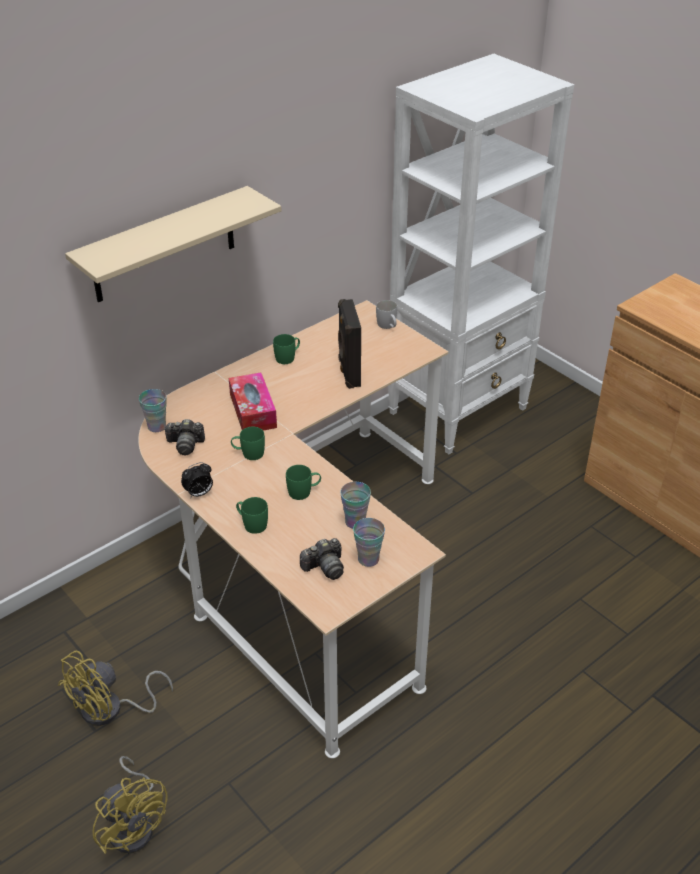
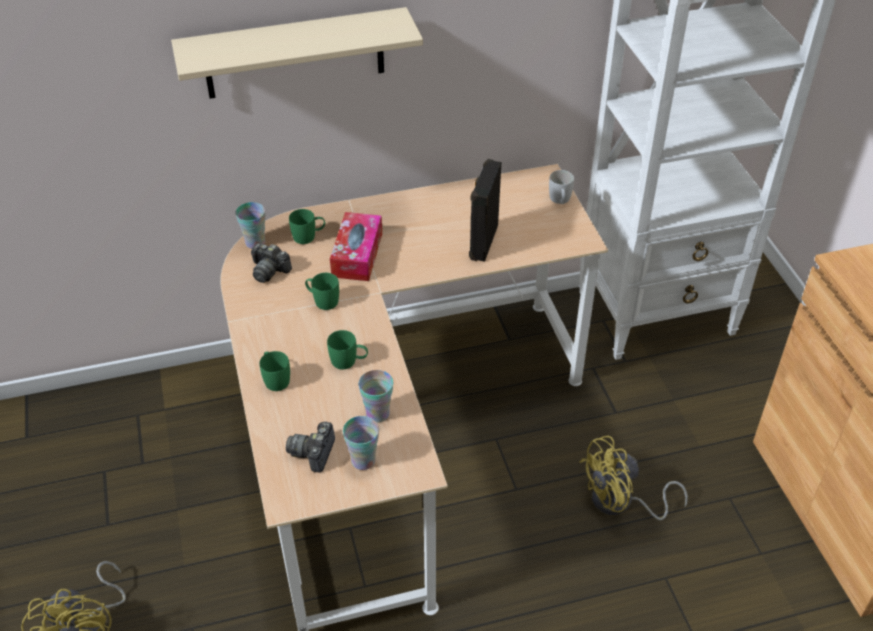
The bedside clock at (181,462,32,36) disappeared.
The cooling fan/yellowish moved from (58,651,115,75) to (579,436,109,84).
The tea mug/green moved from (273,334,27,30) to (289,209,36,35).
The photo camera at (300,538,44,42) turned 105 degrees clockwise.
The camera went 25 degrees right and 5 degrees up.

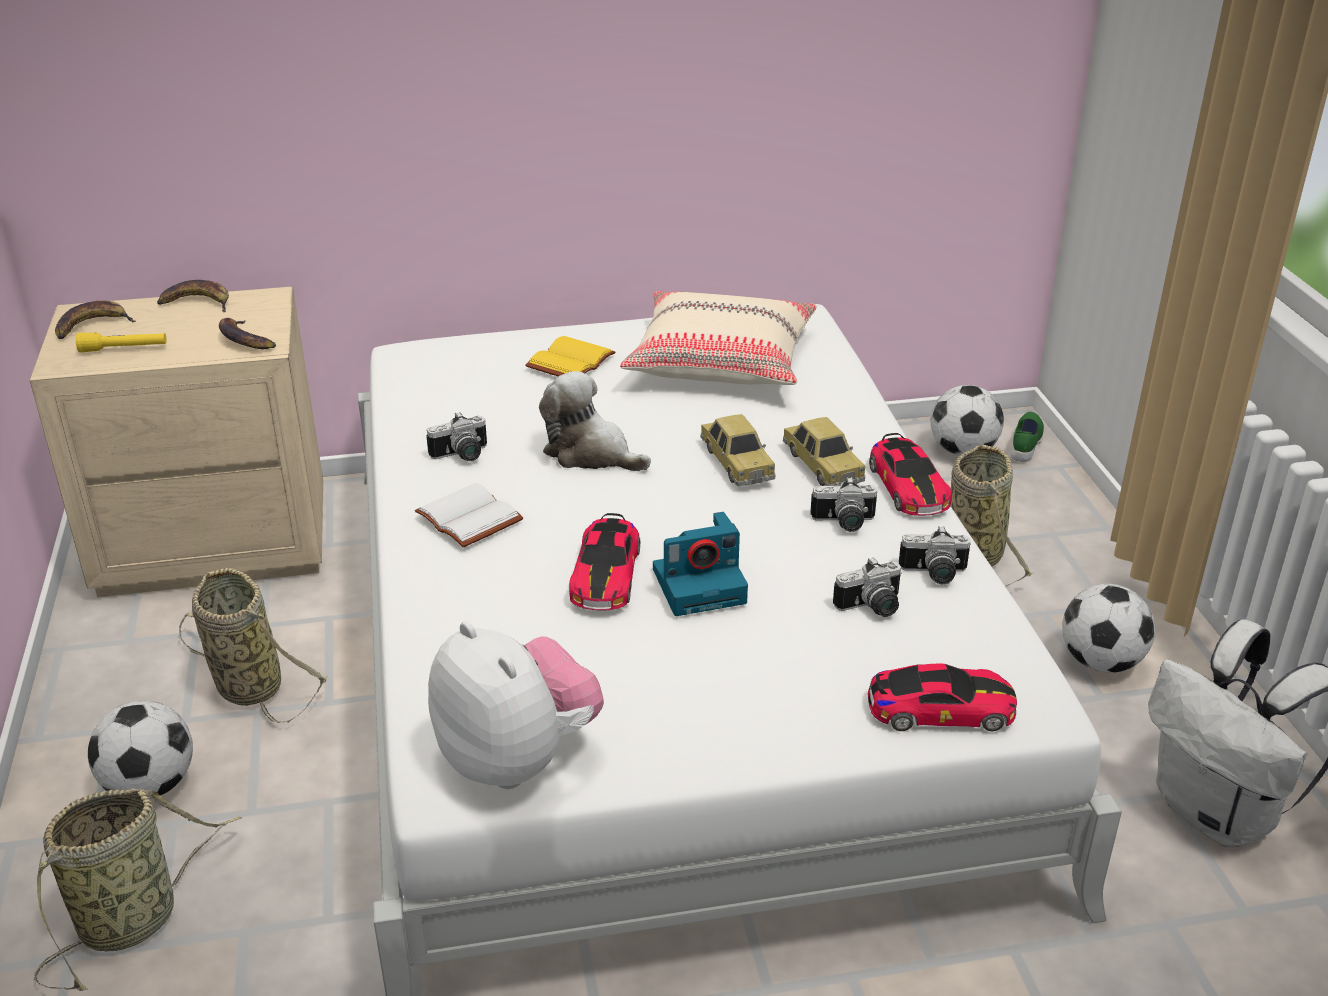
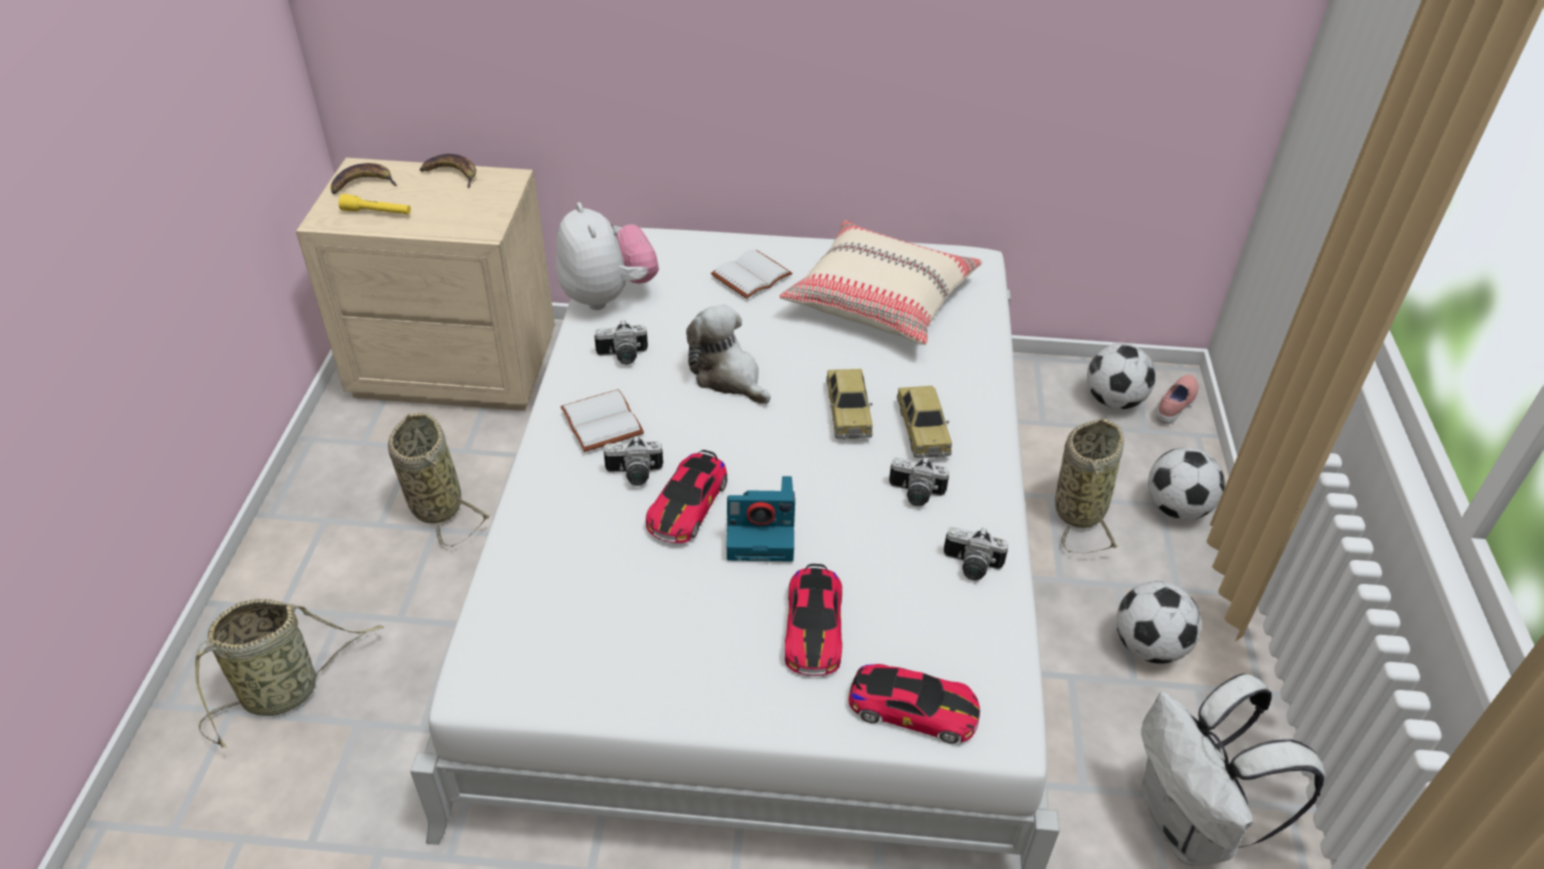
The banana fruit at (219,318,57,31) disappeared.
The football moved from (88,701,105,98) to (1148,447,77,73).
The soft toy moved from (428,621,176,168) to (556,202,103,108).
The photo camera moved from (833,557,69,60) to (604,436,59,50).
The model car moved from (869,433,83,83) to (785,564,57,112).
The bound book/yellowish at (525,336,90,41) became the bound book/white at (711,249,82,50).
The low shoe/green at (1011,412,33,50) became the low shoe/pink at (1156,374,42,50).
The camera went 15 degrees right and 10 degrees up.

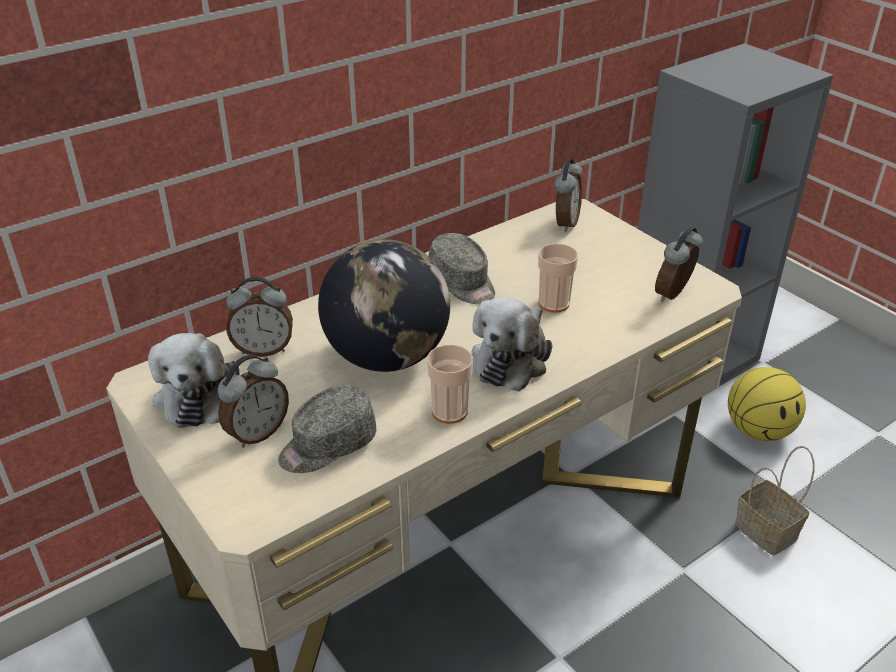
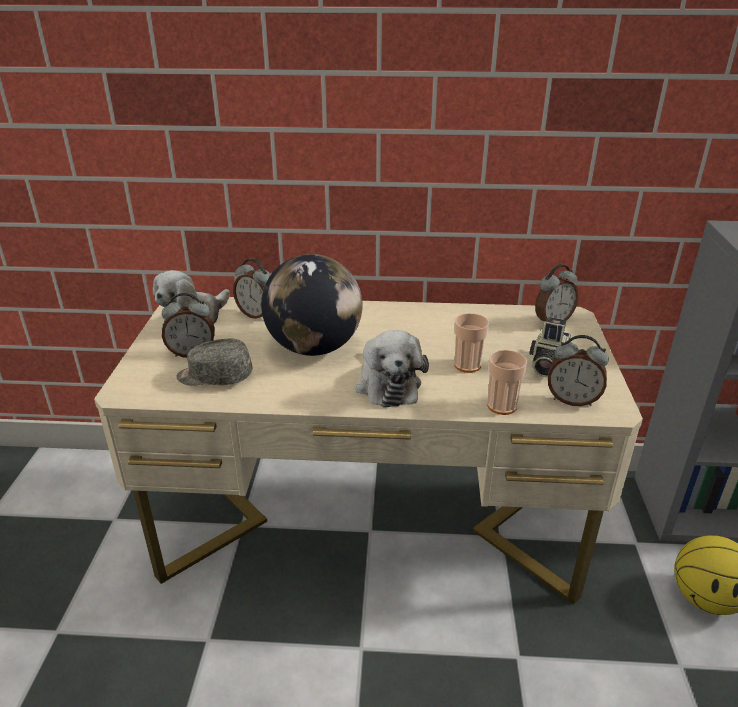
The cap/grey at (428,233,67,71) disappeared.
The household basket at (735,446,80,110) disappeared.
The photo camera at (529,317,42,60) appeared.
The cup moved from (427,345,46,79) to (487,350,40,65).
The soft toy at (471,297,81,95) turned 75 degrees counterclockwise.
The bedside clock at (655,226,48,76) turned 150 degrees counterclockwise.
The camera went 40 degrees right and 5 degrees down.

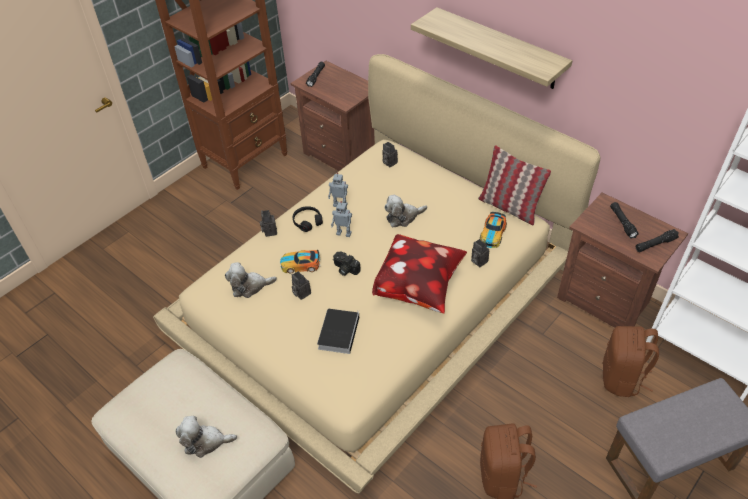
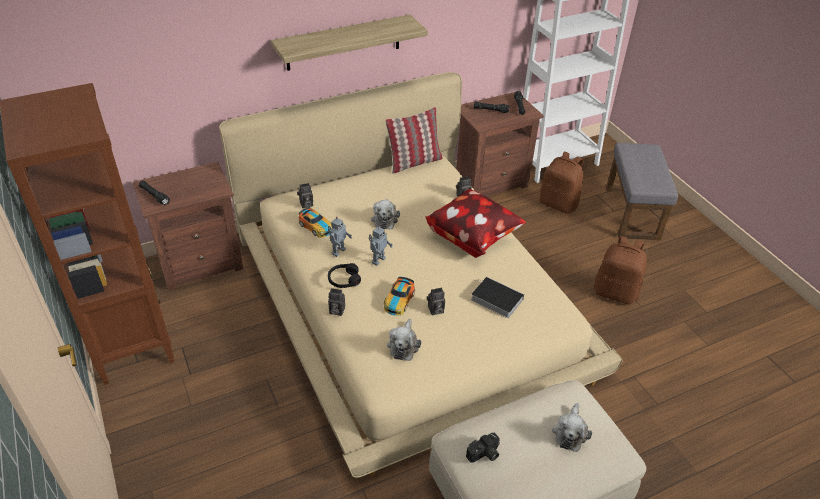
The photo camera moved from (333,251,28,25) to (466,433,34,30).
The model car moved from (480,212,27,36) to (299,207,33,31).
The camera went 70 degrees left and 5 degrees down.

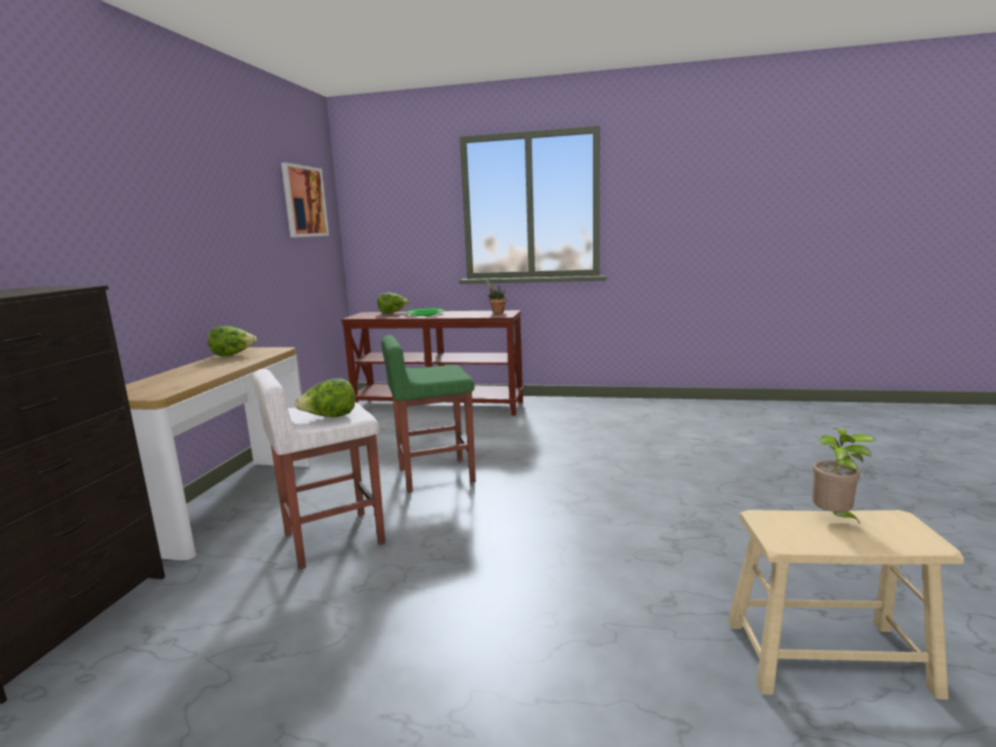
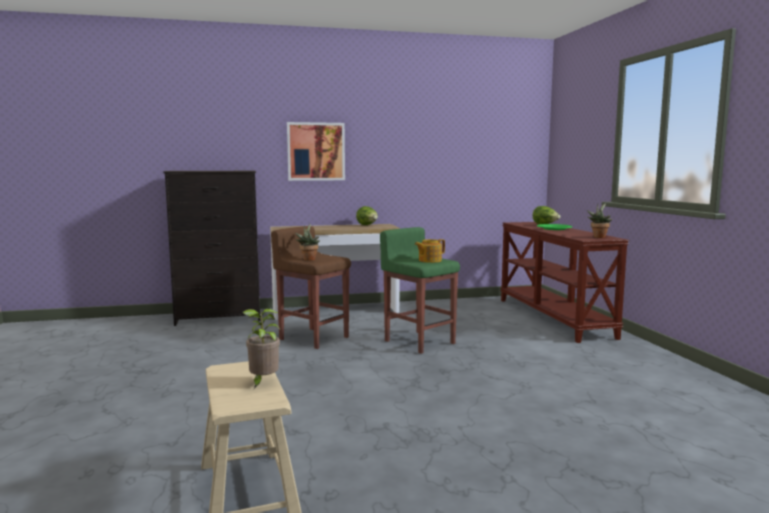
The pot for tea at (415,239,30,24) appeared.
The picture moved from (281,162,48,75) to (287,122,58,59).
The lettuce at (295,378,60,39) was replaced by the houseplant at (295,224,25,37).
The sitting stool/white at (252,369,133,201) became the sitting stool/brownish at (271,226,80,123).
The camera went 65 degrees right and 5 degrees down.

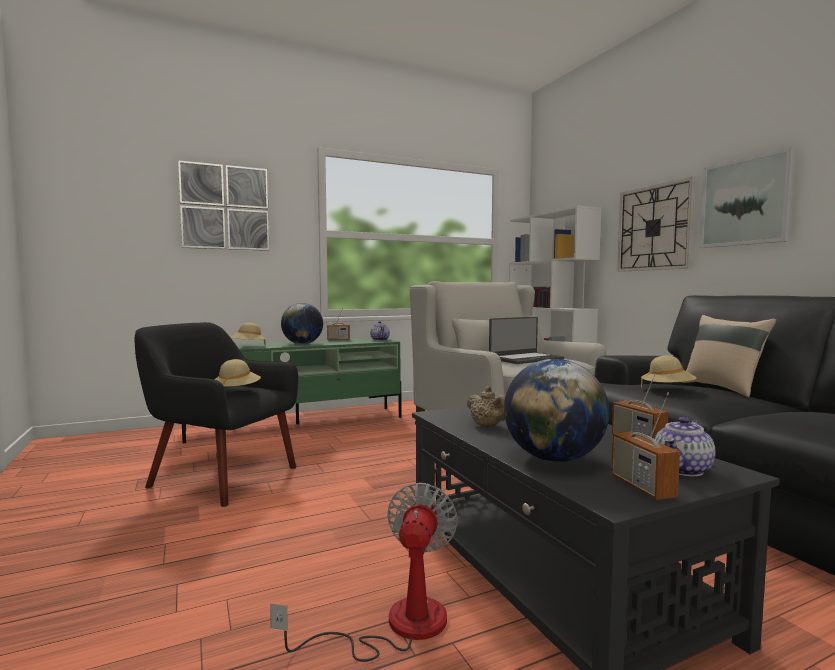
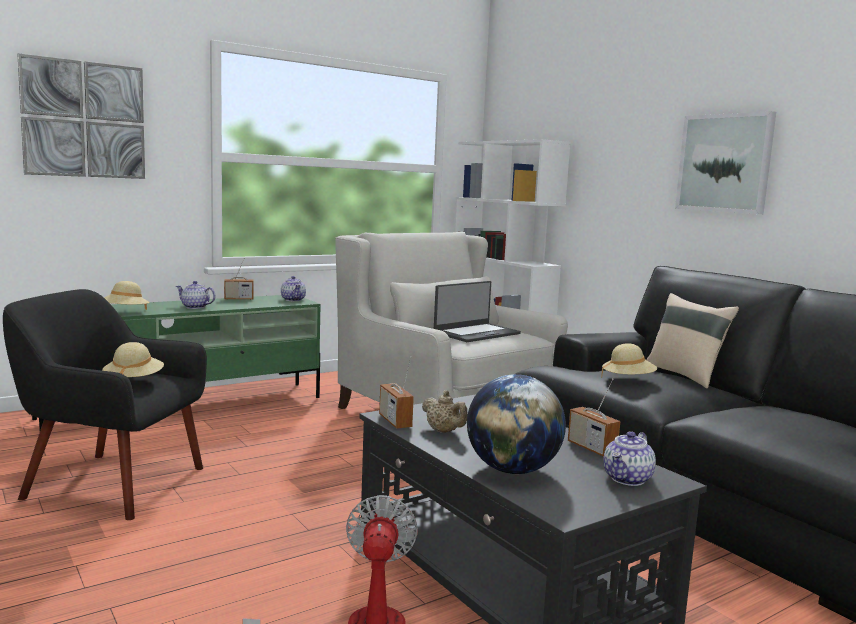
The wall clock at (617,177,78,95) disappeared.
The radio set moved from (611,392,69,108) to (379,356,35,72).
The world globe at (281,303,42,41) was replaced by the pot for tea at (176,281,40,28).
The camera went 10 degrees left and 5 degrees up.

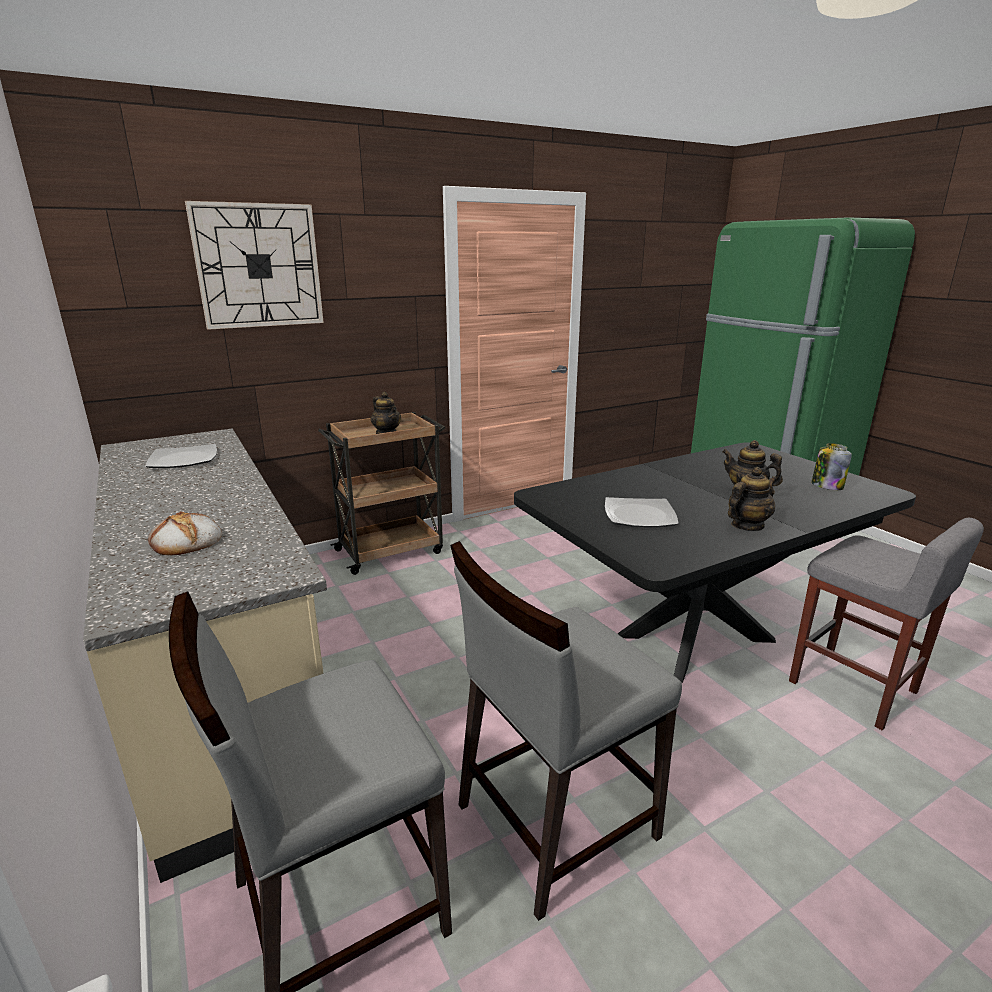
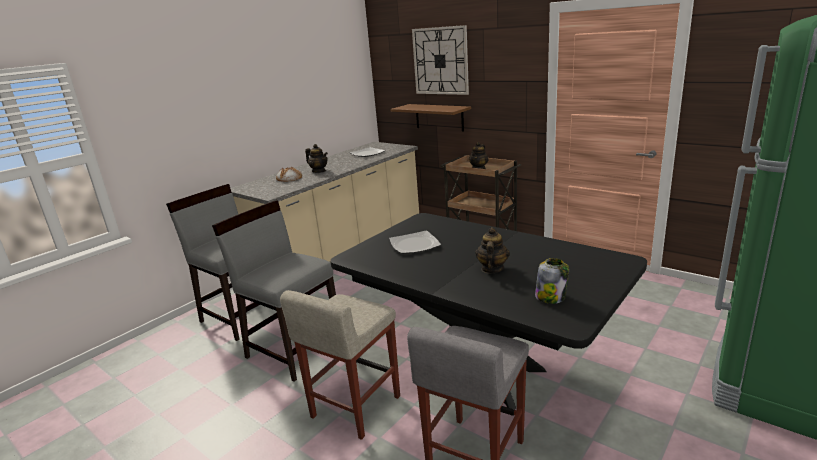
The sitting stool/sand-coloured at (280,290,120,150) appeared.
The wall shelf/brownish at (390,104,81,28) appeared.
The pot for tea moved from (728,467,49,64) to (305,144,23,29).
The camera went 70 degrees right and 0 degrees up.

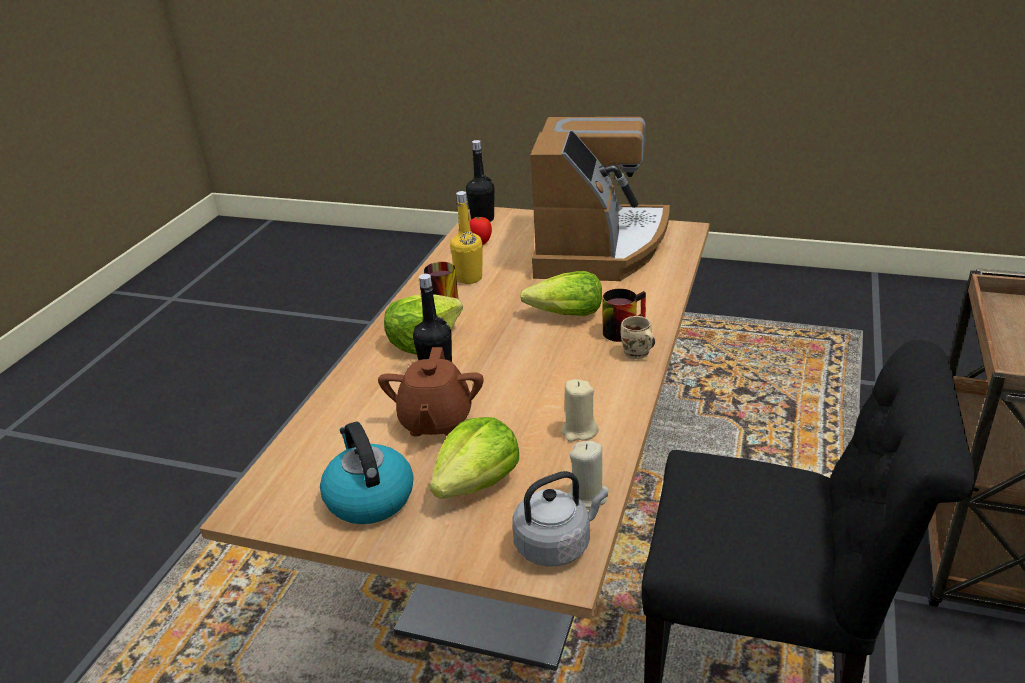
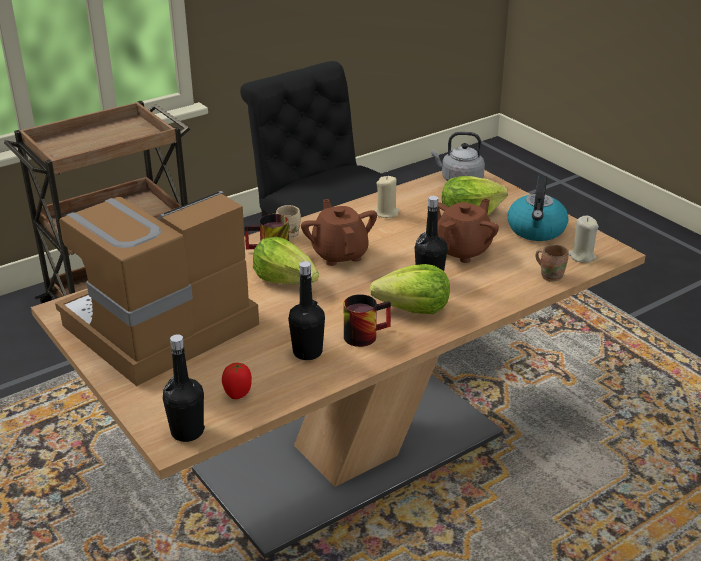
The pot for tea/brownish at (301,199,76,67) appeared.
The tea mug/brownish at (536,244,33,37) appeared.
The wax candle/sand-coloured moved from (569,441,40,67) to (569,216,30,47).
The beverage bottle/yellowish at (450,191,32,93) became the beverage bottle/blackish at (288,261,37,99).
The camera went 145 degrees left and 0 degrees up.

